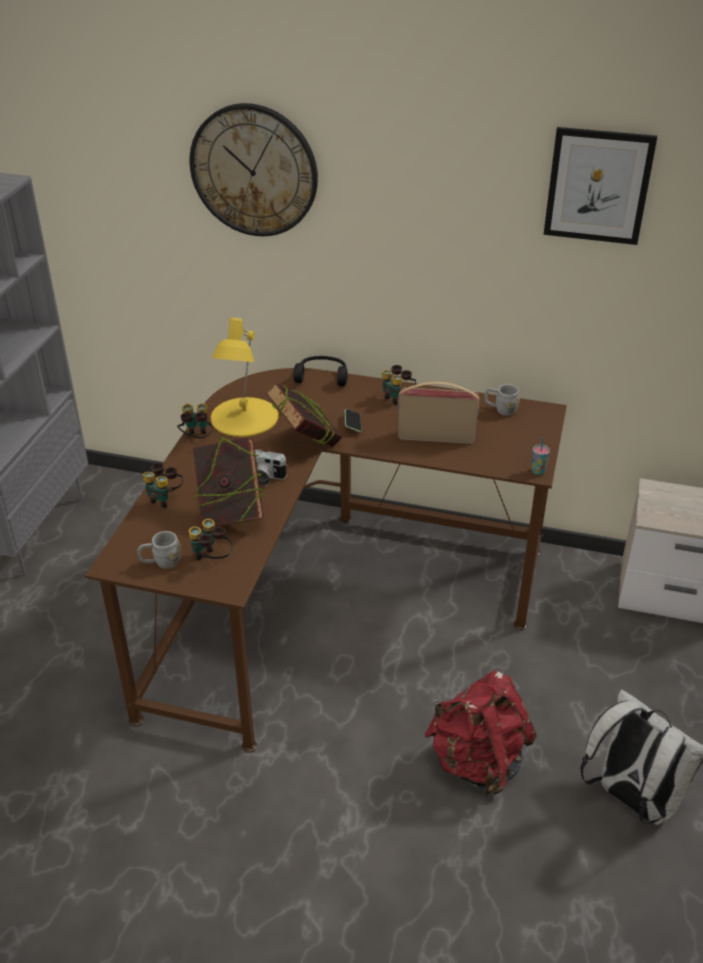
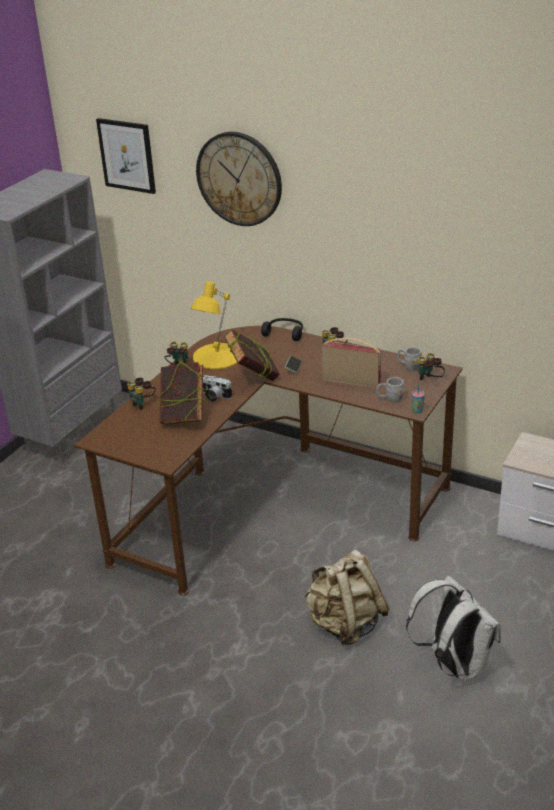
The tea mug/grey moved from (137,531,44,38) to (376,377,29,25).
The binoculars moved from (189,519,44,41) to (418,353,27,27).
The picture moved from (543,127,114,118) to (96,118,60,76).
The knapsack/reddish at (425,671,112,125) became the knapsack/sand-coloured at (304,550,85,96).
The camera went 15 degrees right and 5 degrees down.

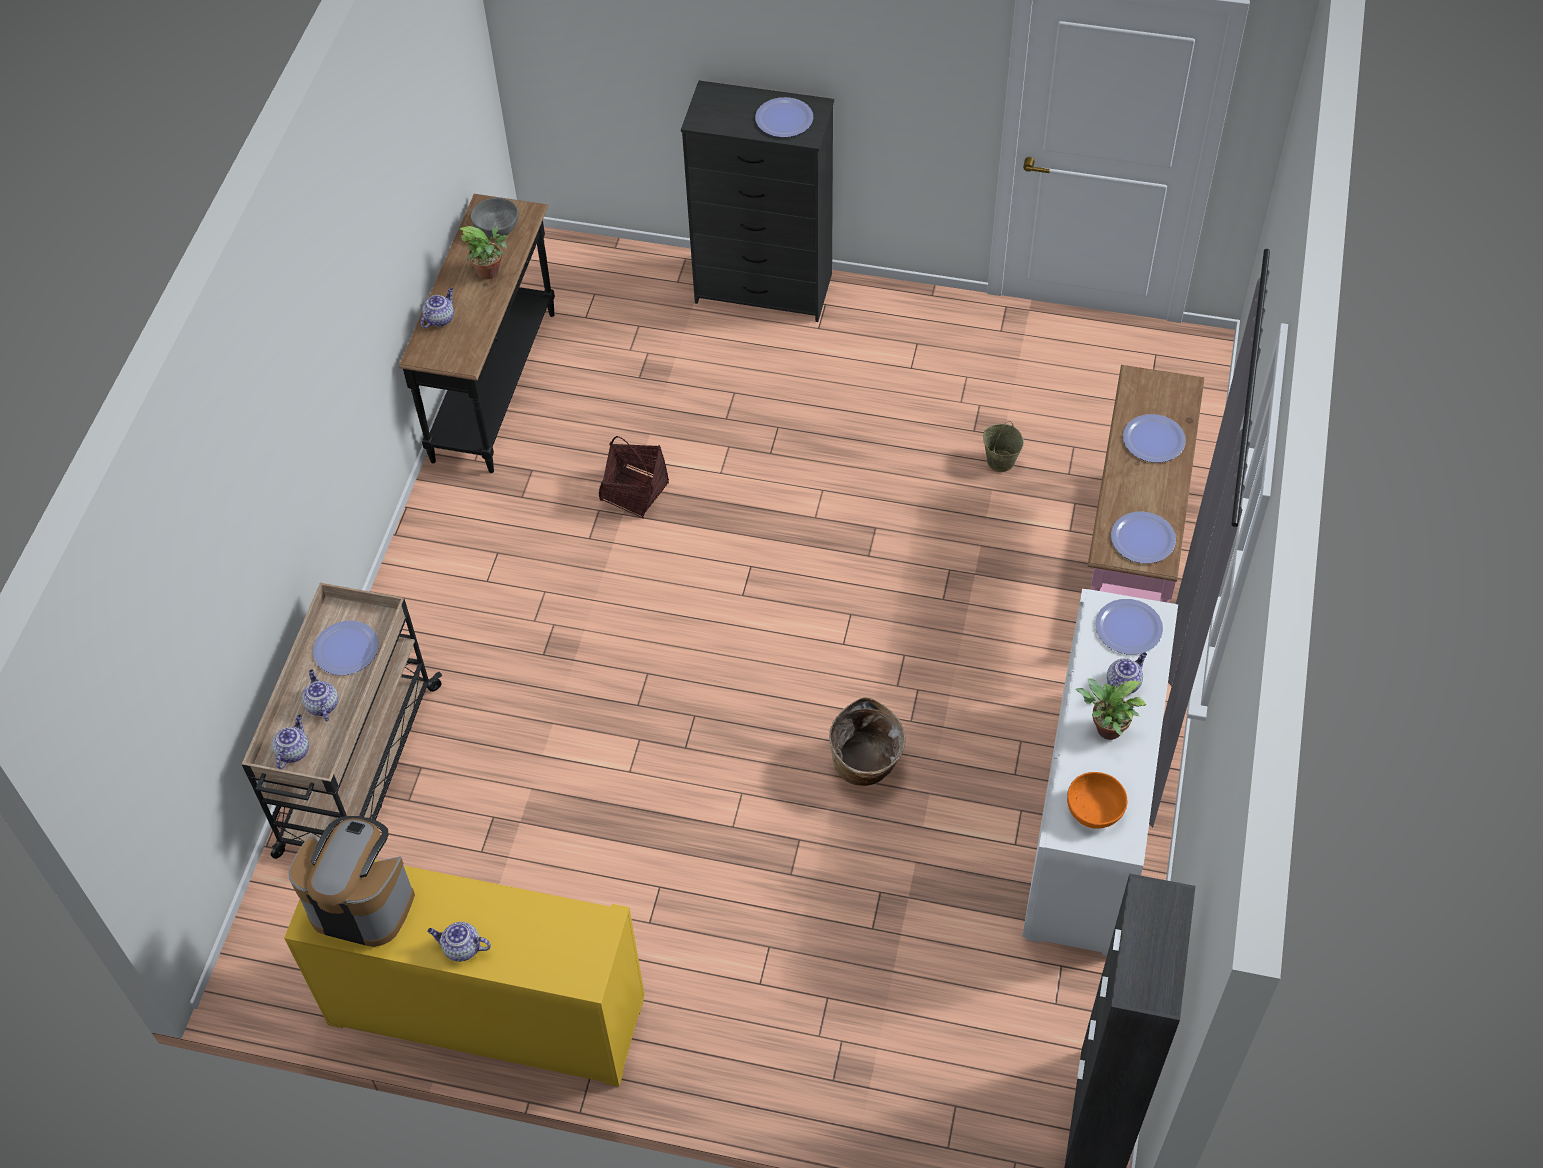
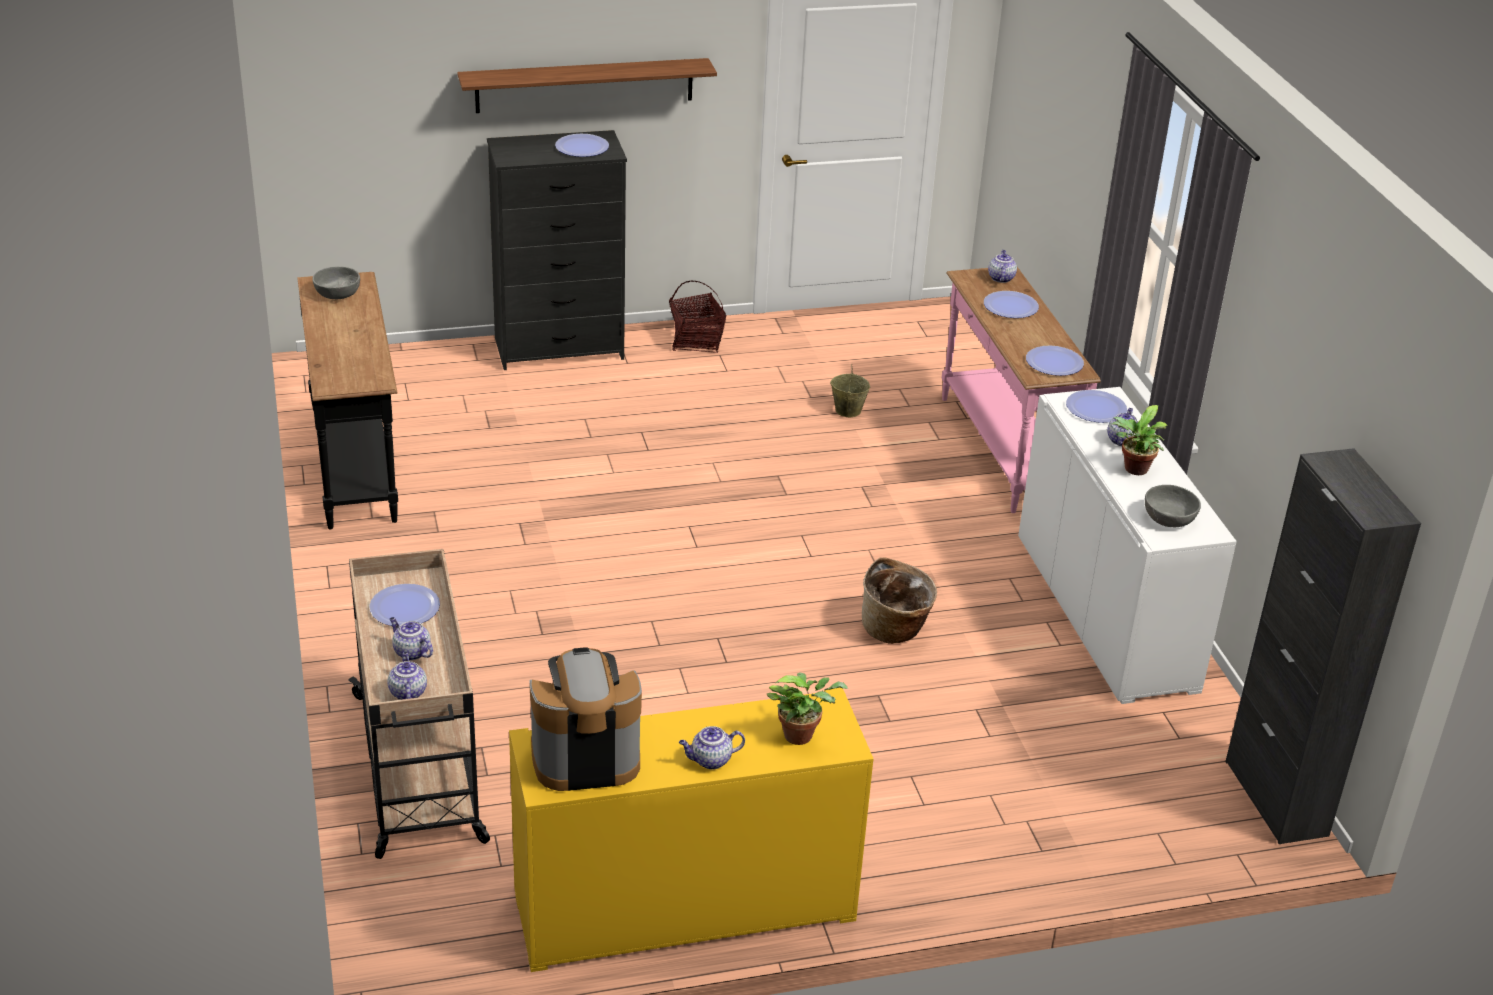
The wall shelf at (457,58,260,55) appeared.
The pot for tea moved from (421,288,33,40) to (988,250,29,33).
The houseplant moved from (458,226,50,53) to (767,672,81,73).
The household basket moved from (599,436,70,83) to (669,281,58,72).
The bowl/orange-coloured at (1067,772,60,57) became the bowl/grey at (1145,485,56,42).
The camera went 30 degrees left and 20 degrees down.

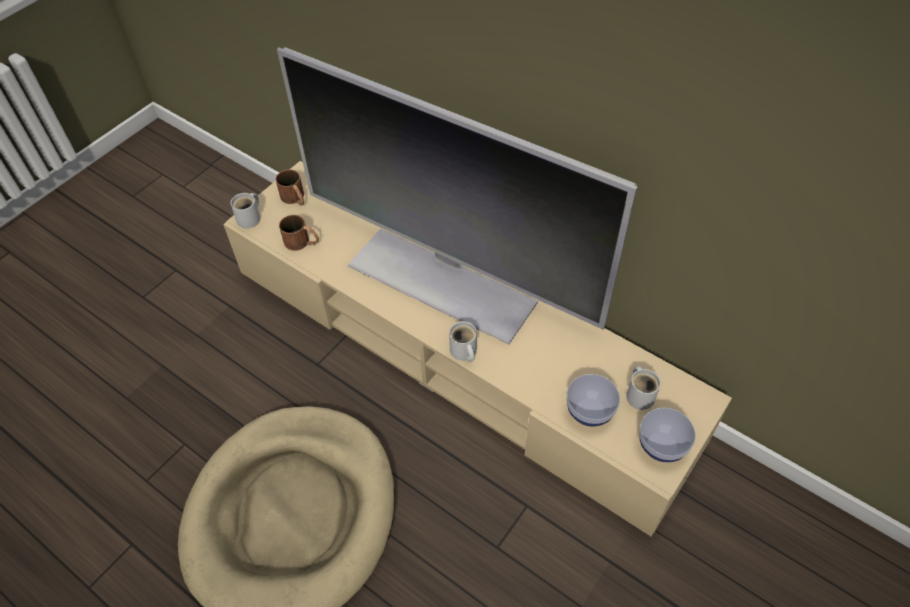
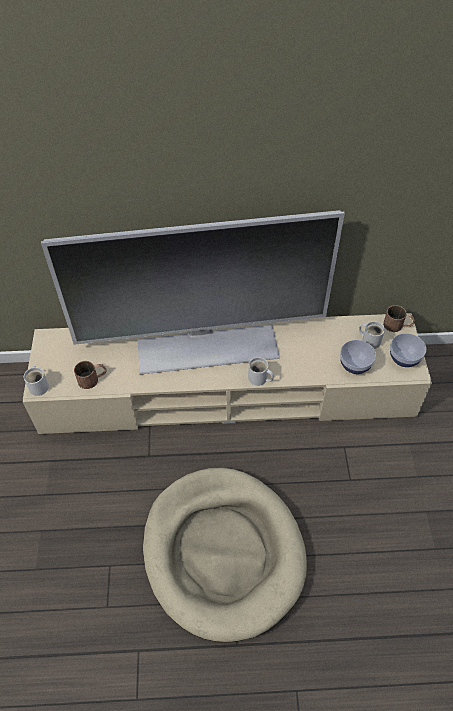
The tea mug/brownish moved from (275,169,29,37) to (383,305,32,27).
The camera went 40 degrees left and 0 degrees up.

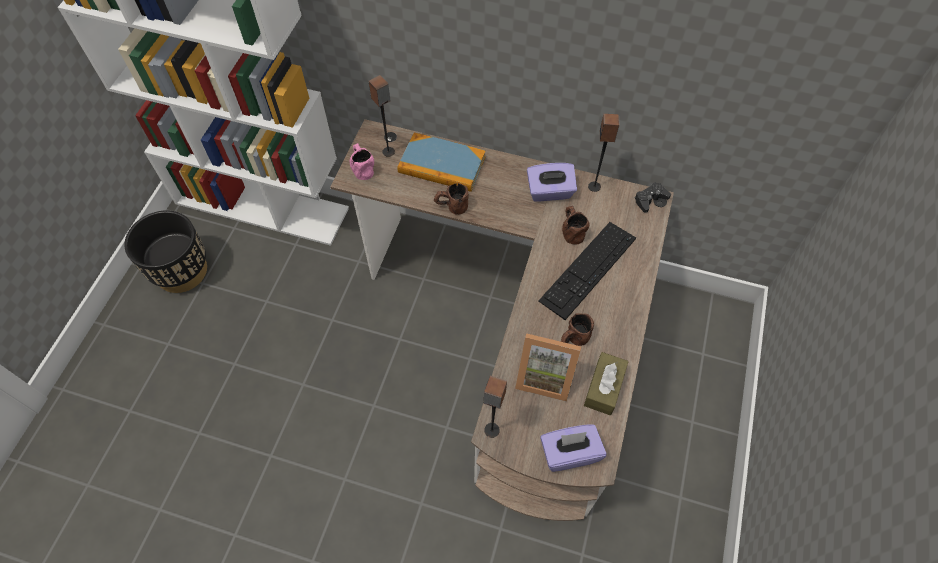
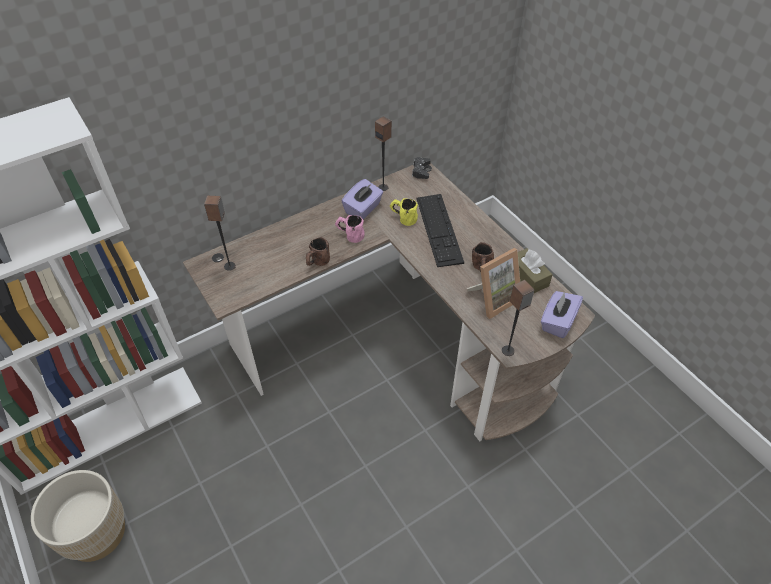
The bound book at (397,133,89,59) disappeared.
The tea mug/pink moved from (350,143,24,37) to (335,215,30,28).
The planter/blackish at (124,210,83,83) became the planter/sand-coloured at (31,470,94,92).
The tea mug/brownish at (562,206,28,38) became the tea mug/yellowish at (390,198,28,28).
The camera went 50 degrees left and 10 degrees down.

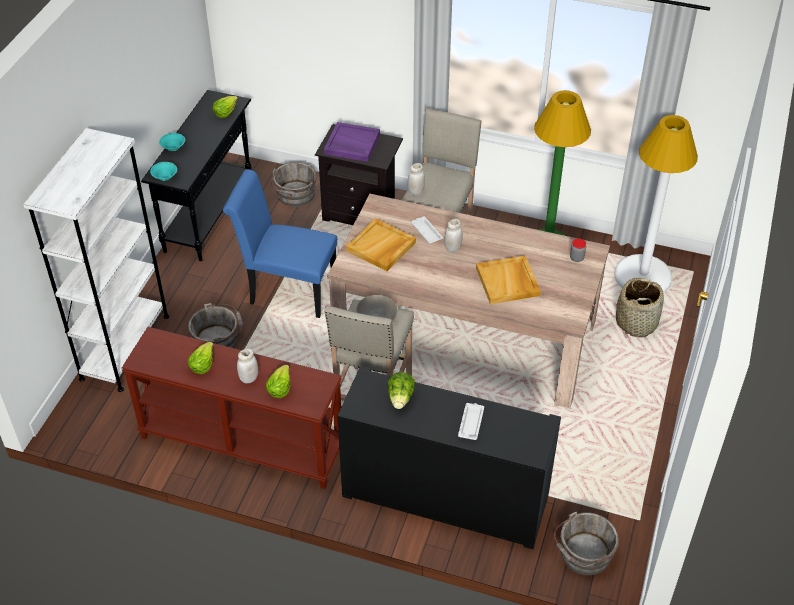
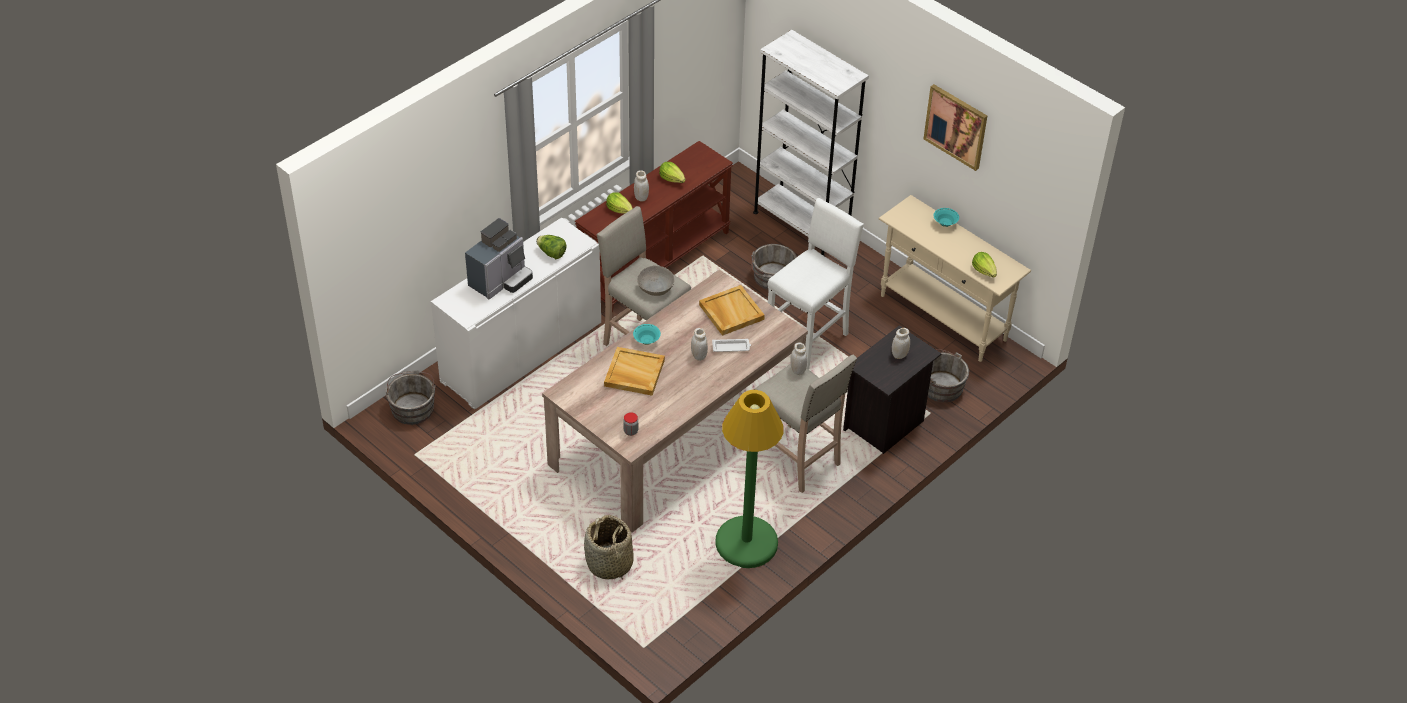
The standing lamp/white at (615,115,83,178) disappeared.
The picture at (923,84,64,87) appeared.
The bowl/turquoise moved from (150,162,27,19) to (633,324,28,21).
The upright chair/blue at (223,169,115,149) was replaced by the sitting stool/white at (768,198,96,171).
The tray/purple-coloured at (324,122,56,40) was replaced by the jar/white at (892,328,18,31).
The tray/white at (458,403,26,37) was replaced by the coffee maker at (465,218,68,81).
The hall table/blackish at (141,90,111,171) became the hall table/sand-coloured at (879,195,152,167).
The storage cabinet/blackish at (337,366,224,183) became the storage cabinet/white at (431,217,170,192).
The camera went 115 degrees right and 0 degrees up.

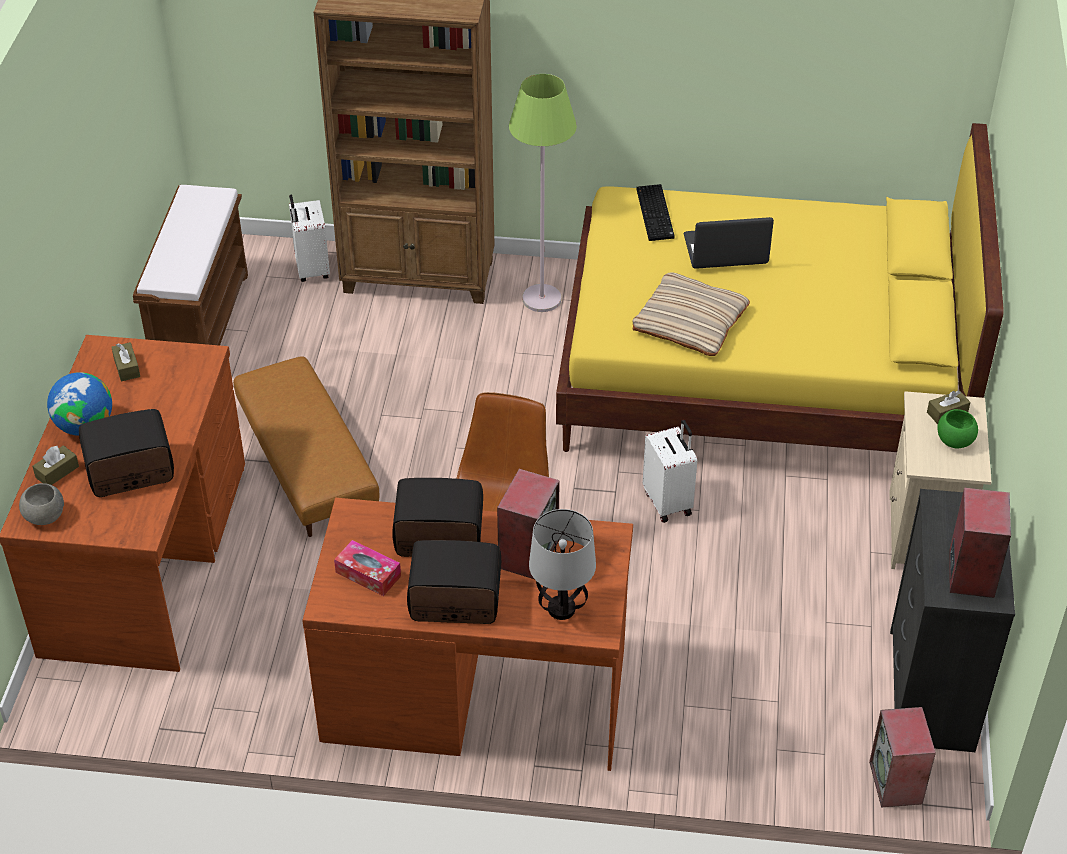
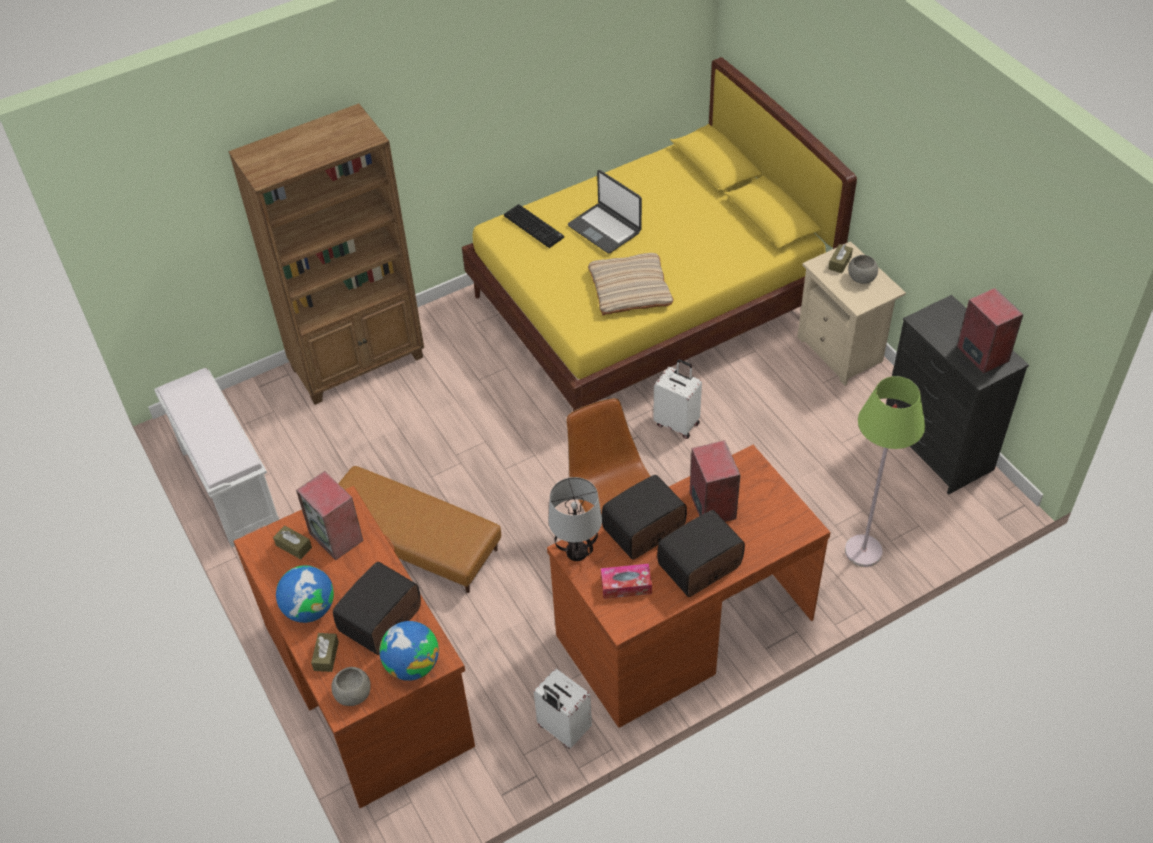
The world globe at (379,621,60,60) appeared.
The travel case/white moved from (289,195,41,87) to (534,669,58,79).
The standing lamp/green moved from (509,74,68,238) to (845,376,80,191).
The lamp for a table moved from (529,509,67,111) to (548,477,54,84).
The speaker moved from (869,707,67,100) to (296,471,67,89).
The indoor bench/brownish at (133,185,115,161) became the indoor bench/white at (154,368,126,179).
The bowl/green at (937,409,41,39) became the bowl/grey at (848,255,30,29).
The portable computer at (684,217,90,52) turned 90 degrees counterclockwise.
The camera went 35 degrees left and 5 degrees up.

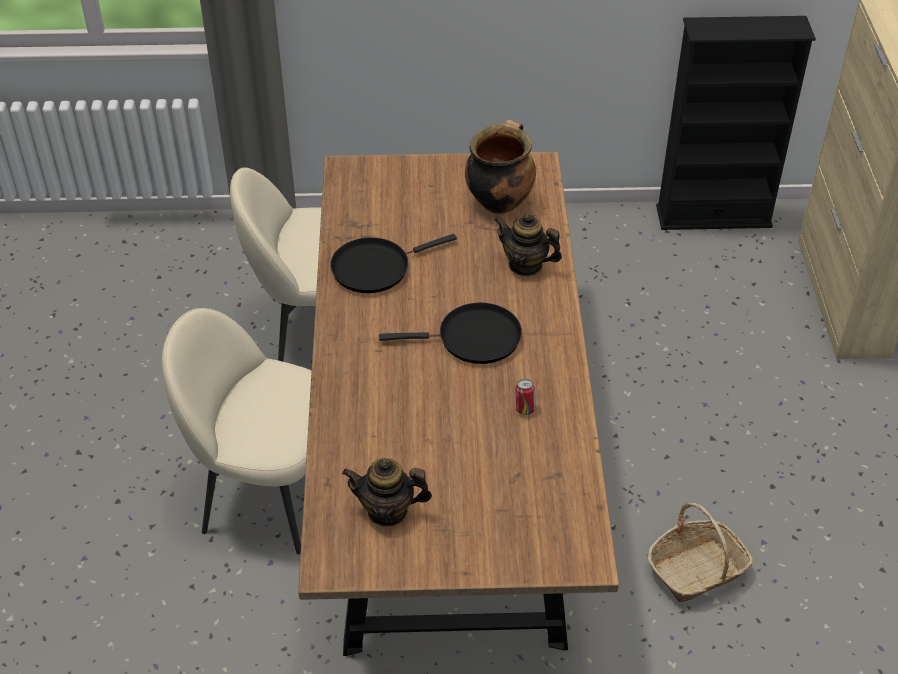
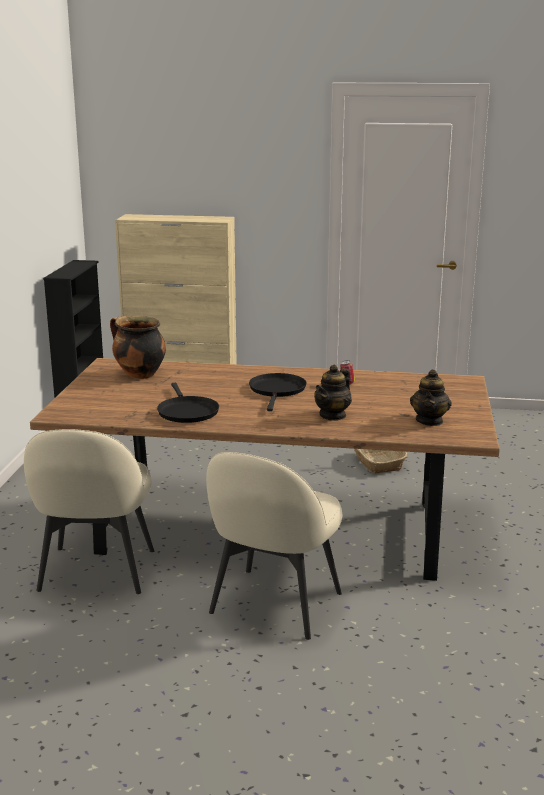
The pot for tea moved from (494,213,68,63) to (314,365,38,56).
The camera went 80 degrees left and 25 degrees down.

